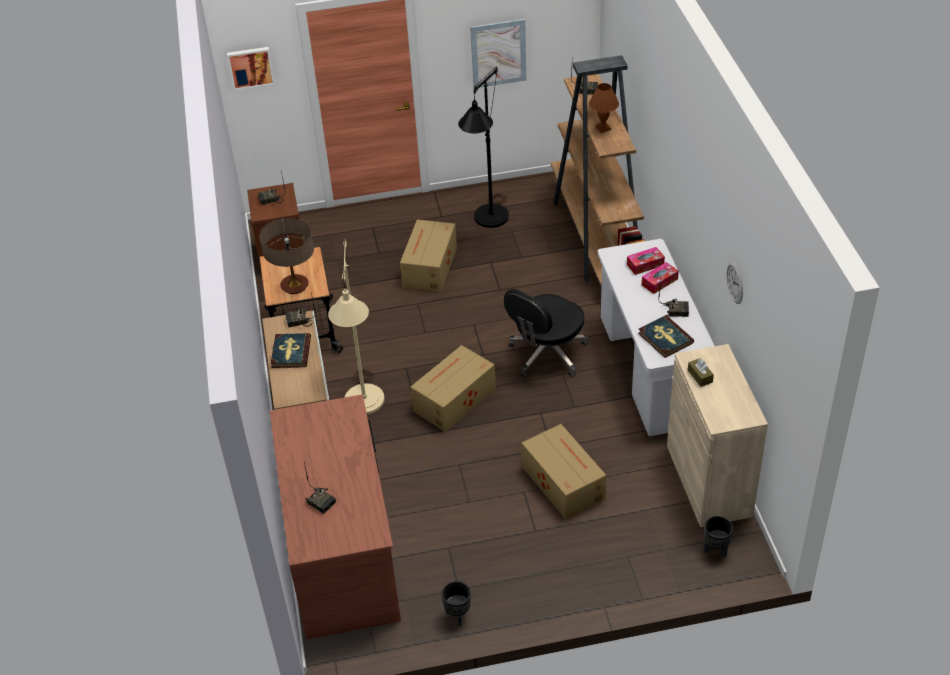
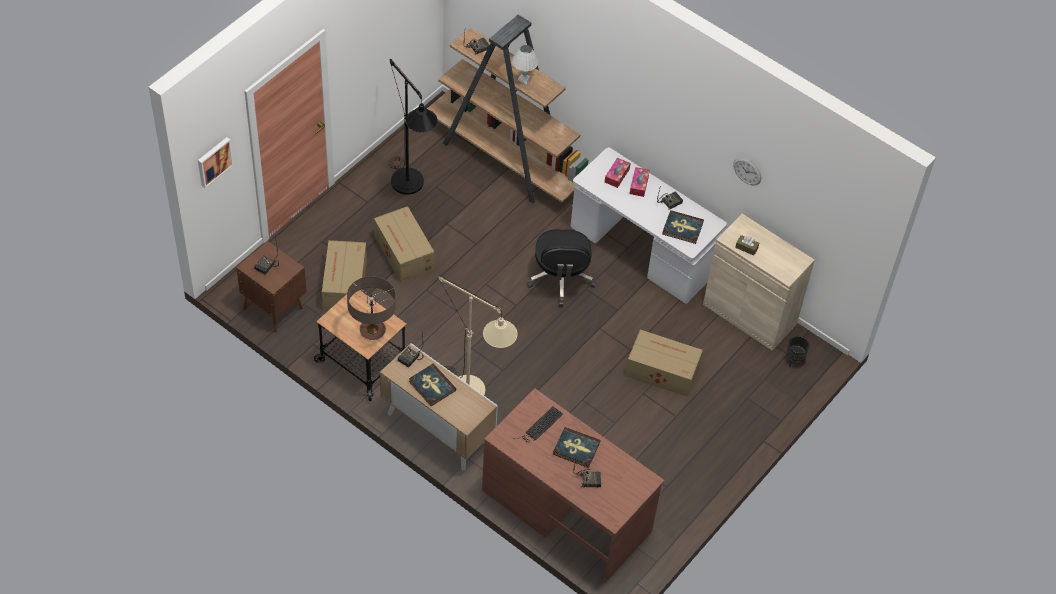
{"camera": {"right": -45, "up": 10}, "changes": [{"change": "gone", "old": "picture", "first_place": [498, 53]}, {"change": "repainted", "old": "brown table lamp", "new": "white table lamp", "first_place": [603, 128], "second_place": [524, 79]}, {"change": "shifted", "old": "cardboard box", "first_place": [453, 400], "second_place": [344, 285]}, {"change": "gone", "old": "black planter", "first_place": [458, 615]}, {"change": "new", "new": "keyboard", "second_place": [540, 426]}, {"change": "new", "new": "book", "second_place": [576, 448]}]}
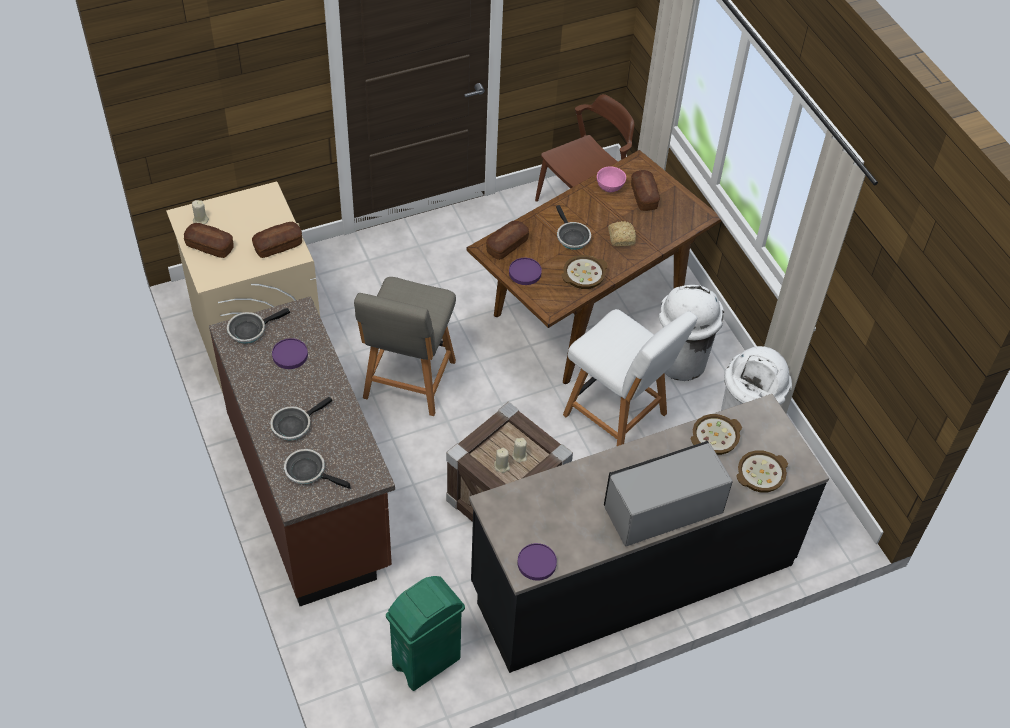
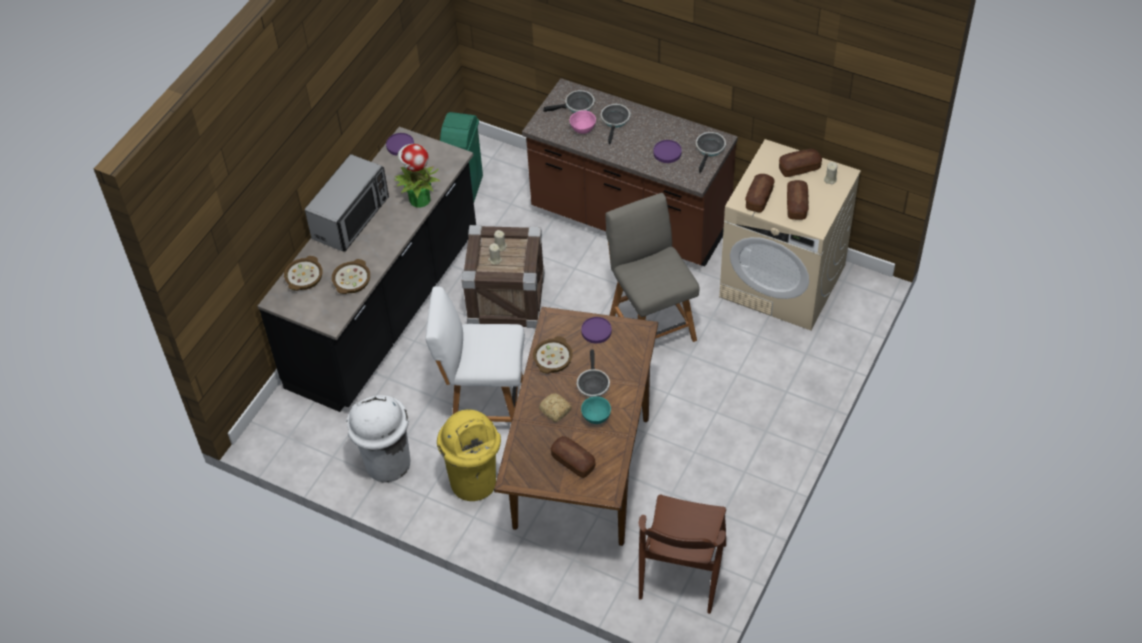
{"camera": {"right": 145, "up": 0}, "changes": [{"change": "shifted", "old": "pink bowl", "first_place": [610, 188], "second_place": [582, 129]}, {"change": "rotated", "old": "frying pan", "first_place": [571, 237], "second_place": [592, 384], "degrees": -120}, {"change": "shifted", "old": "bread", "first_place": [507, 246], "second_place": [796, 205]}, {"change": "repainted", "old": "white trash can", "new": "yellow trash can", "first_place": [680, 362], "second_place": [474, 482]}, {"change": "new", "new": "potted plant", "second_place": [419, 199]}, {"change": "new", "new": "turquoise bowl", "second_place": [596, 418]}]}
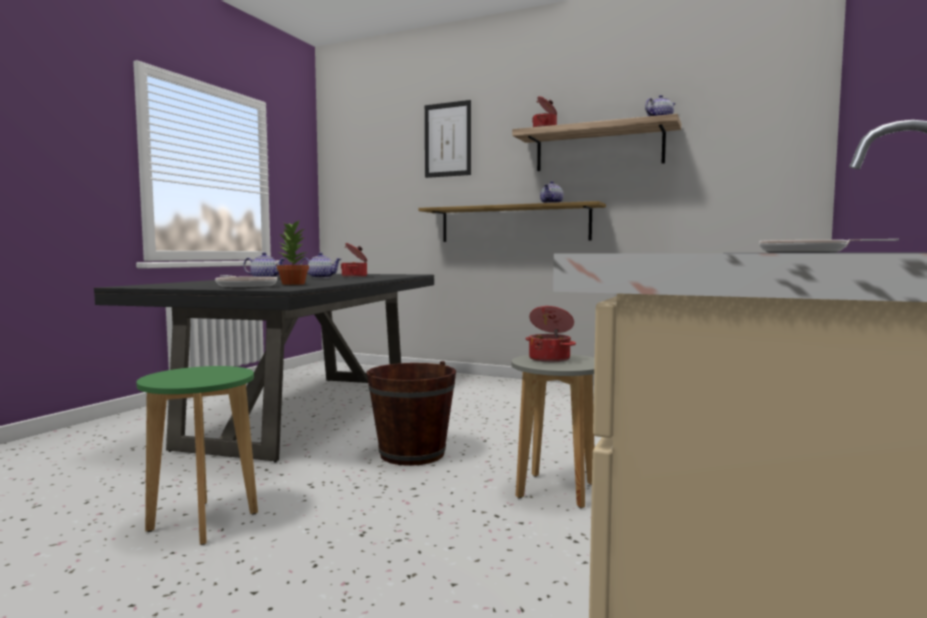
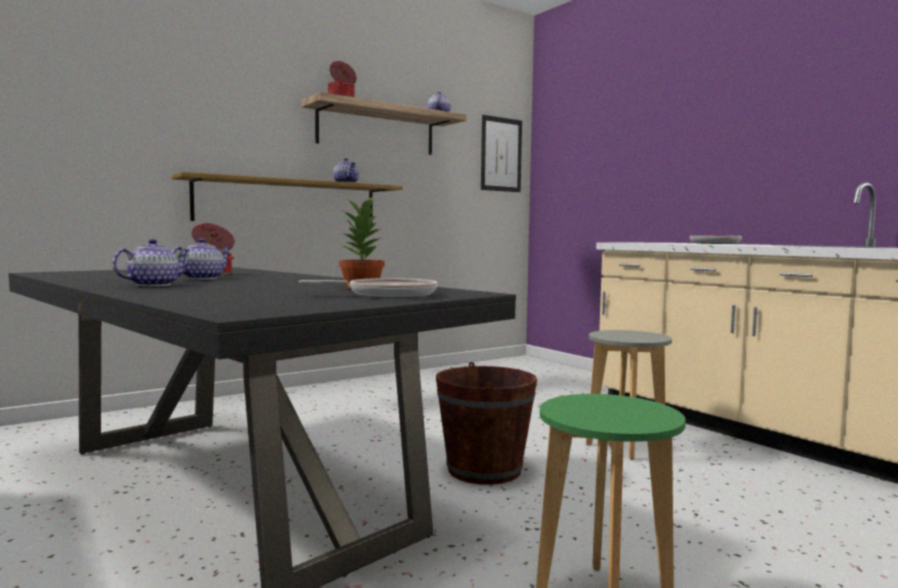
{"camera": {"right": -60, "up": 0}, "changes": [{"change": "shifted", "old": "picture", "first_place": [447, 139], "second_place": [501, 154]}, {"change": "gone", "old": "cooking pot", "first_place": [550, 359]}]}
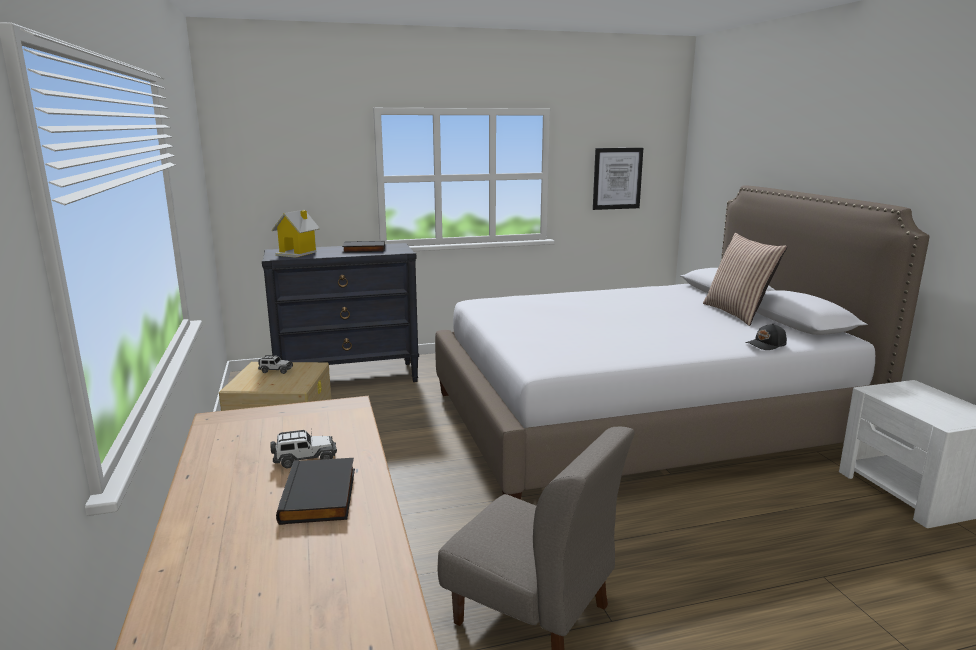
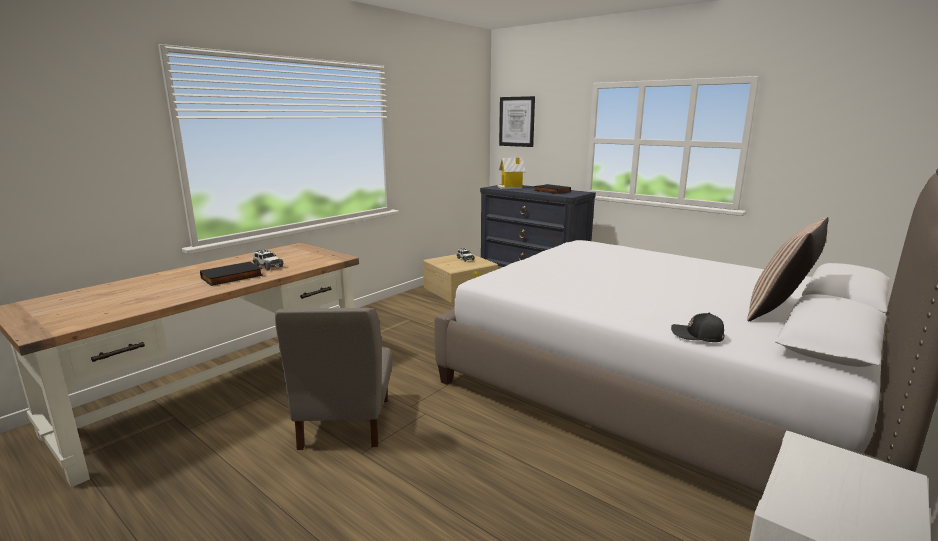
{"camera": {"right": 55, "up": 0}, "changes": [{"change": "shifted", "old": "picture", "first_place": [617, 178], "second_place": [517, 121]}]}
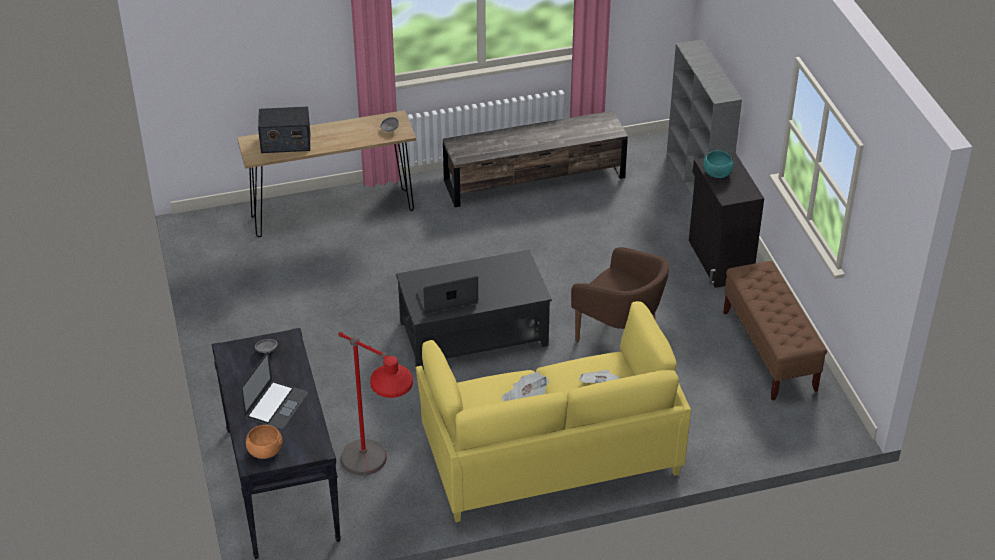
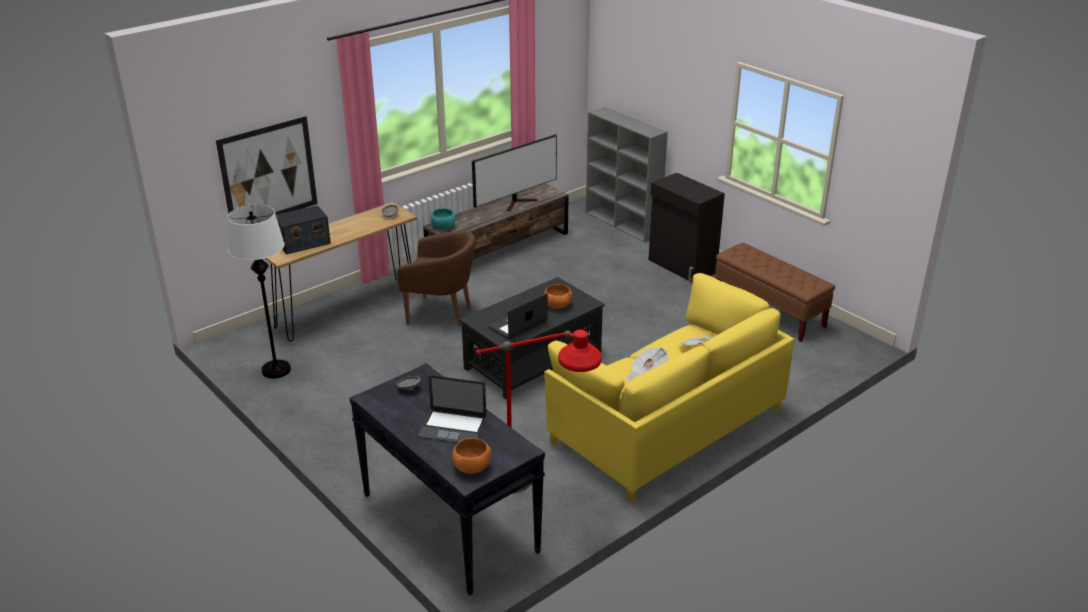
{"camera": {"right": -25, "up": -10}, "changes": [{"change": "shifted", "old": "turquoise bowl", "first_place": [717, 173], "second_place": [443, 226]}, {"change": "shifted", "old": "brown armchair", "first_place": [619, 338], "second_place": [441, 313]}, {"change": "rotated", "old": "laptop", "first_place": [276, 405], "second_place": [452, 427], "degrees": 105}, {"change": "new", "new": "picture", "second_place": [268, 173]}, {"change": "new", "new": "television", "second_place": [519, 203]}, {"change": "new", "new": "white floor lamp", "second_place": [276, 370]}, {"change": "new", "new": "orange bowl", "second_place": [558, 305]}]}
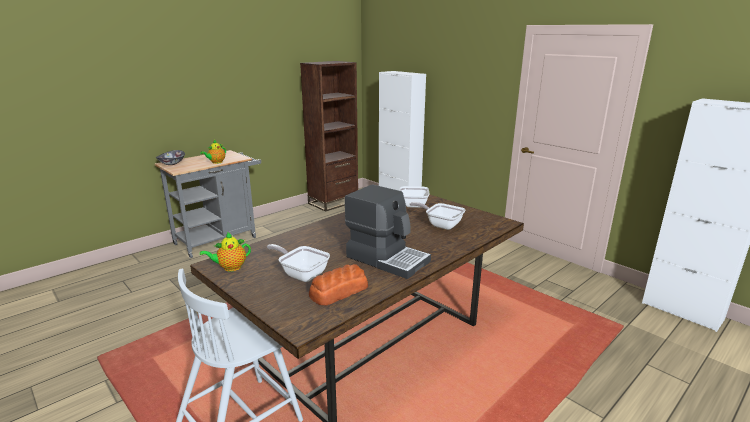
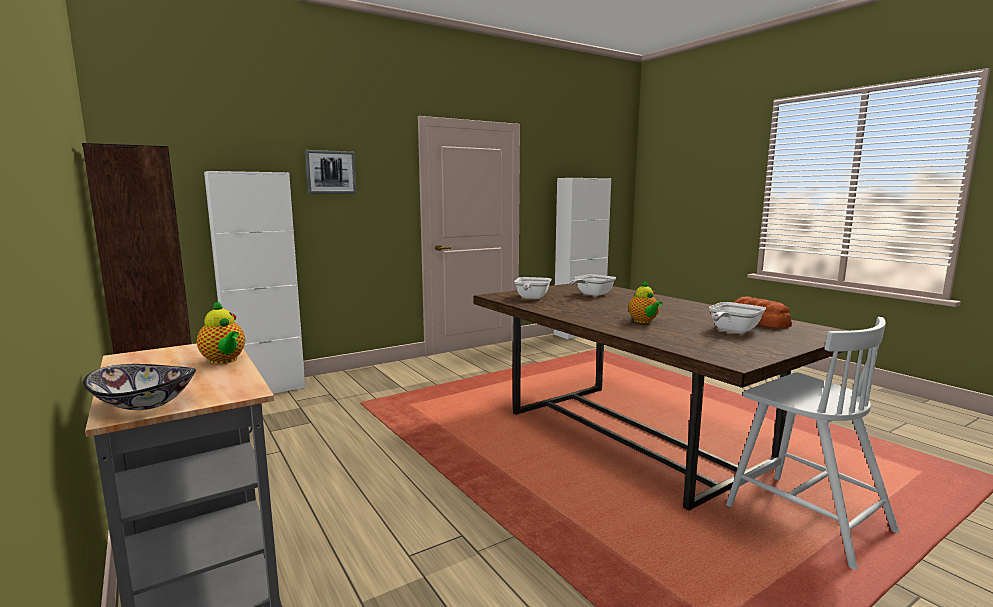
{"camera": {"right": -80, "up": -10}, "changes": [{"change": "gone", "old": "coffee machine", "first_place": [387, 258]}, {"change": "shifted", "old": "teapot", "first_place": [230, 268], "second_place": [644, 321]}, {"change": "new", "new": "picture", "second_place": [330, 172]}]}
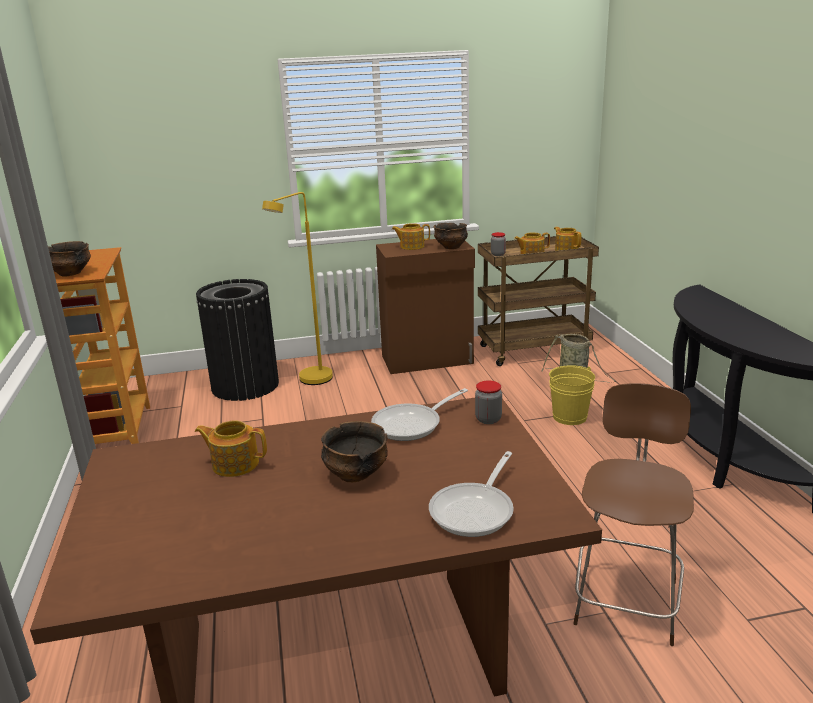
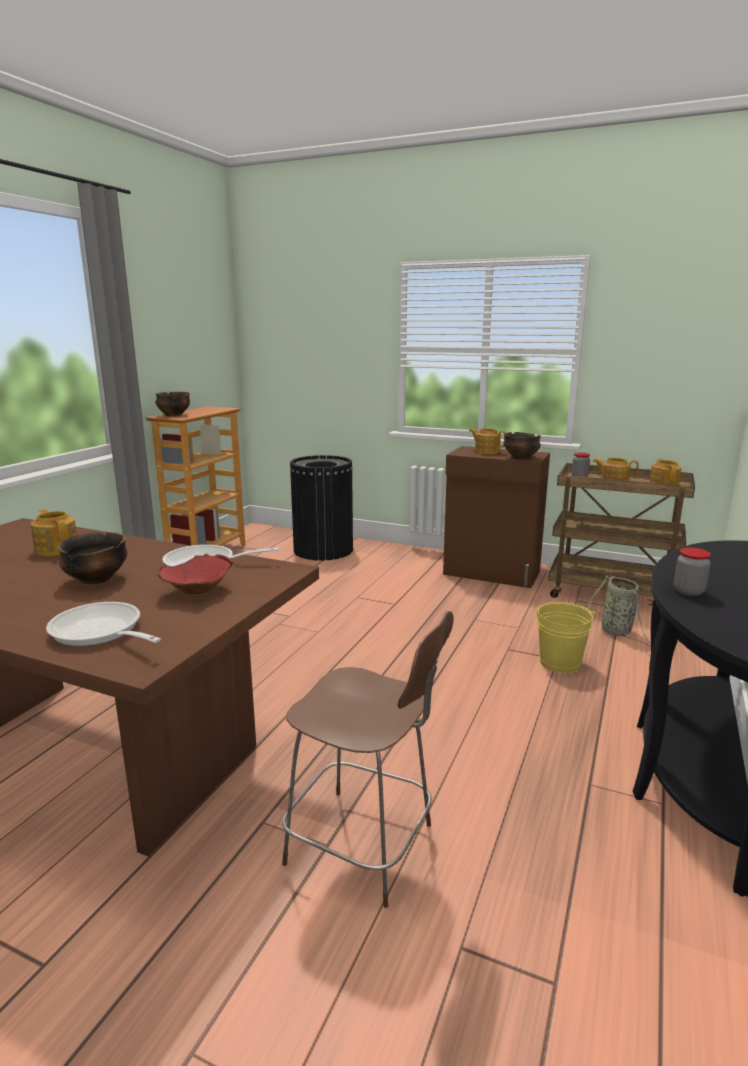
{"camera": {"right": 35, "up": -5}, "changes": [{"change": "gone", "old": "yellow floor lamp", "first_place": [310, 381]}, {"change": "shifted", "old": "jar", "first_place": [488, 419], "second_place": [688, 591]}, {"change": "rotated", "old": "brown chair", "first_place": [626, 599], "second_place": [364, 846], "degrees": 60}, {"change": "rotated", "old": "frying pan", "first_place": [475, 510], "second_place": [100, 632], "degrees": 60}, {"change": "new", "new": "red bowl", "second_place": [197, 591]}]}
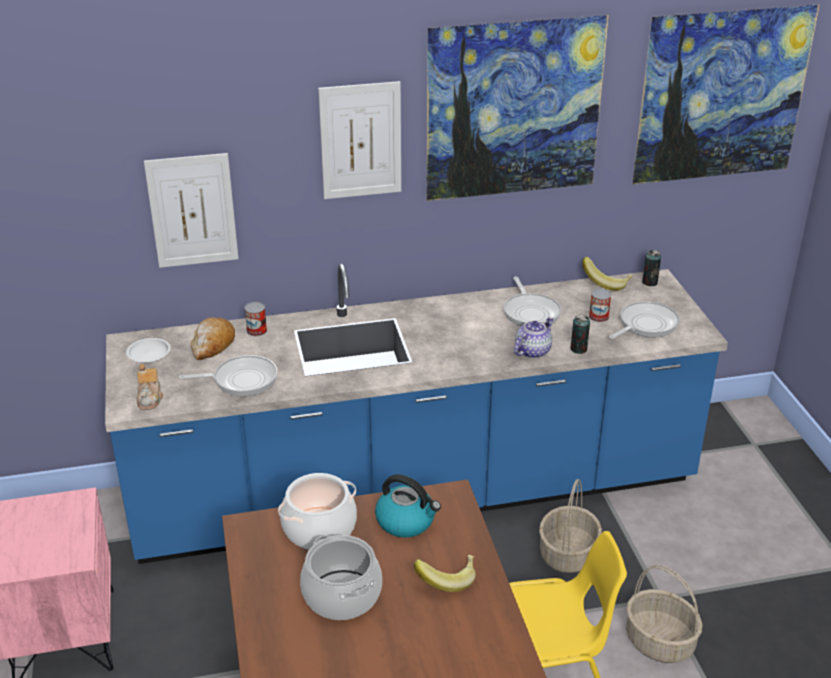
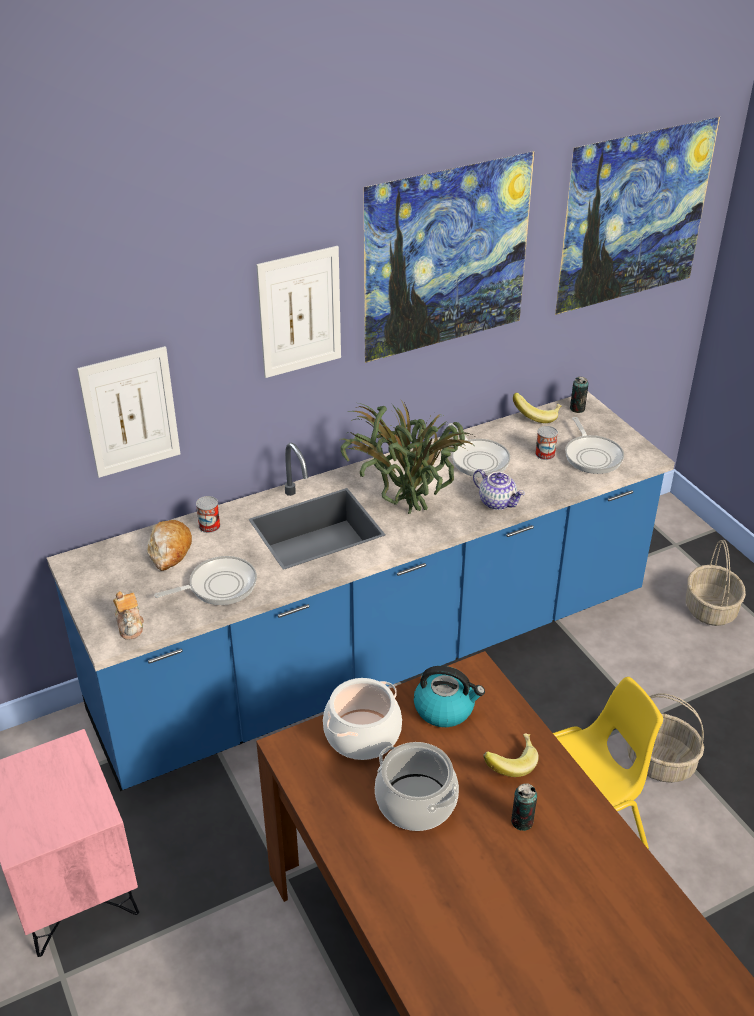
{"camera": {"right": -15, "up": 5}, "changes": [{"change": "rotated", "old": "frying pan", "first_place": [645, 325], "second_place": [592, 456], "degrees": 135}, {"change": "shifted", "old": "can", "first_place": [578, 349], "second_place": [522, 821]}, {"change": "rotated", "old": "teapot", "first_place": [532, 351], "second_place": [497, 502], "degrees": 105}, {"change": "gone", "old": "white plate", "first_place": [148, 353]}, {"change": "shifted", "old": "basket", "first_place": [568, 555], "second_place": [711, 610]}, {"change": "new", "new": "potted plant", "second_place": [406, 508]}]}
